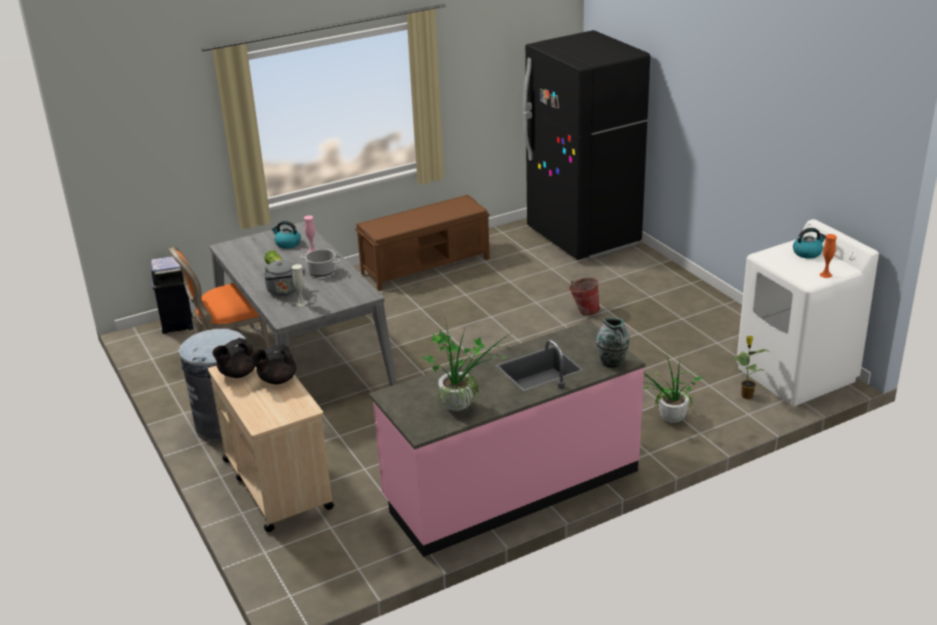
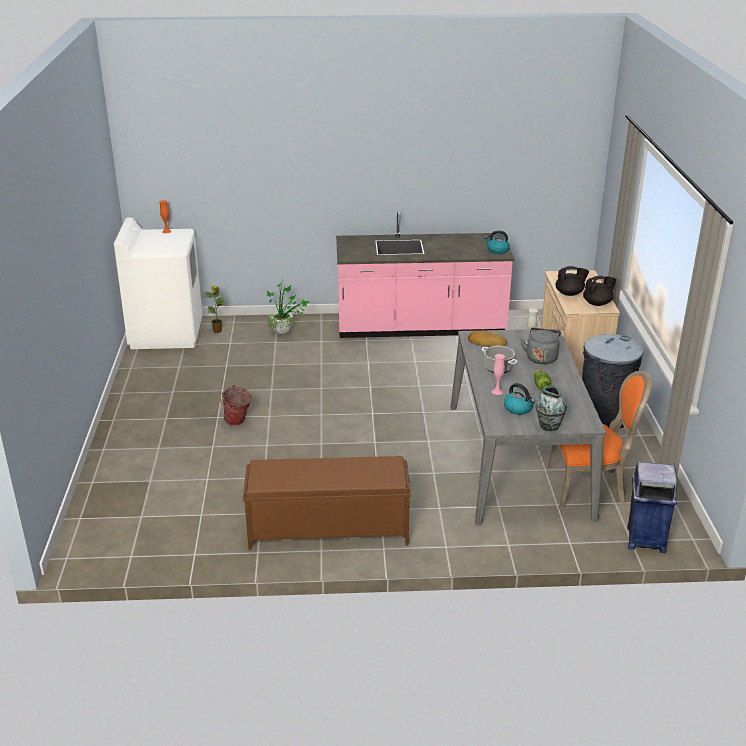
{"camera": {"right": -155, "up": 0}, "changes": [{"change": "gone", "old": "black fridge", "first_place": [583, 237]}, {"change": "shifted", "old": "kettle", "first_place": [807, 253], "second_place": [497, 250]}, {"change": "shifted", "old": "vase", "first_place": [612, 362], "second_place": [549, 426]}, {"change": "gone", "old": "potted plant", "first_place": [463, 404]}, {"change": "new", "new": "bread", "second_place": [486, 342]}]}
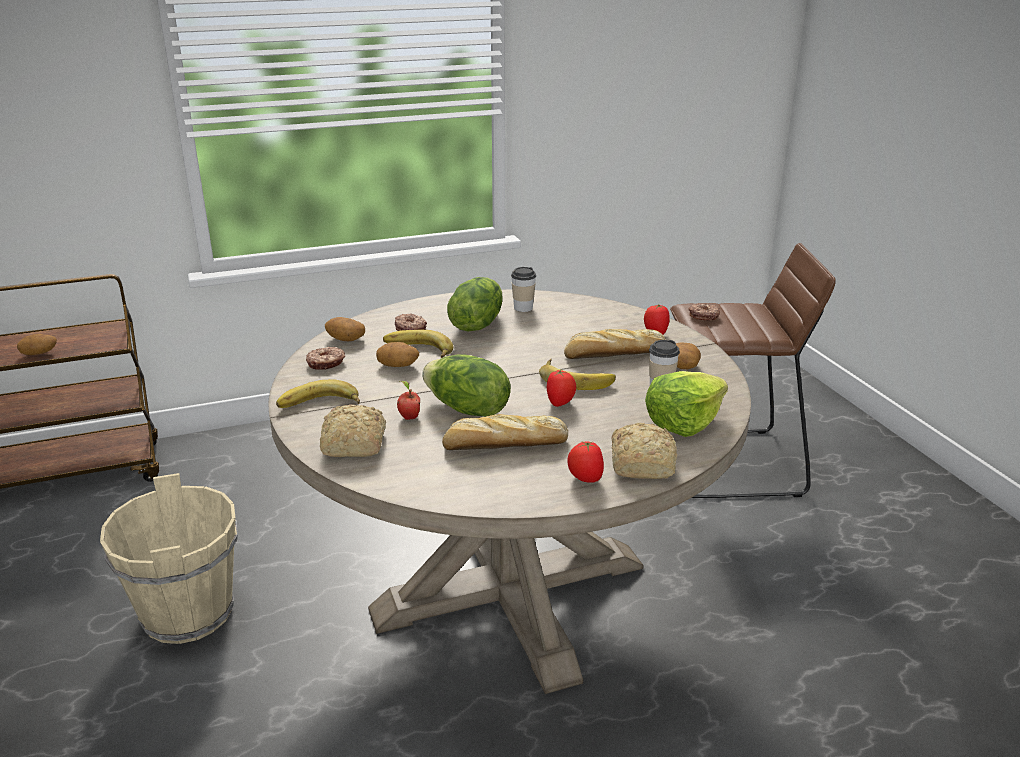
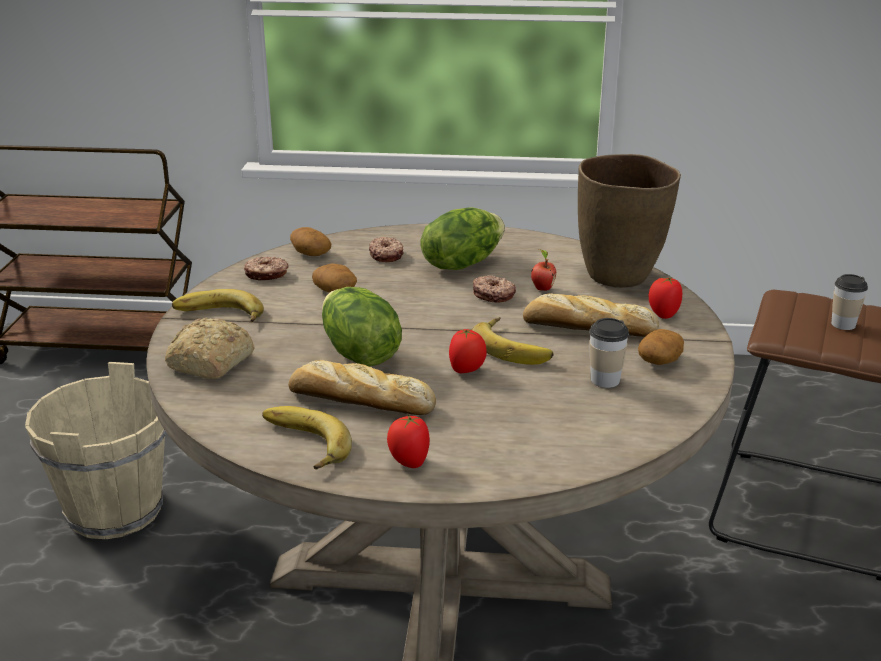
{"camera": {"right": 25, "up": 0}, "changes": [{"change": "shifted", "old": "cup", "first_place": [523, 308], "second_place": [843, 324]}, {"change": "shifted", "old": "donut", "first_place": [703, 316], "second_place": [493, 295]}, {"change": "shifted", "old": "banana", "first_place": [417, 350], "second_place": [301, 444]}, {"change": "gone", "old": "potato", "first_place": [39, 353]}, {"change": "gone", "old": "lettuce", "first_place": [683, 422]}, {"change": "shifted", "old": "apple", "first_place": [409, 417], "second_place": [542, 288]}, {"change": "gone", "old": "bread", "first_place": [643, 463]}, {"change": "new", "new": "brown vase", "second_place": [619, 276]}]}
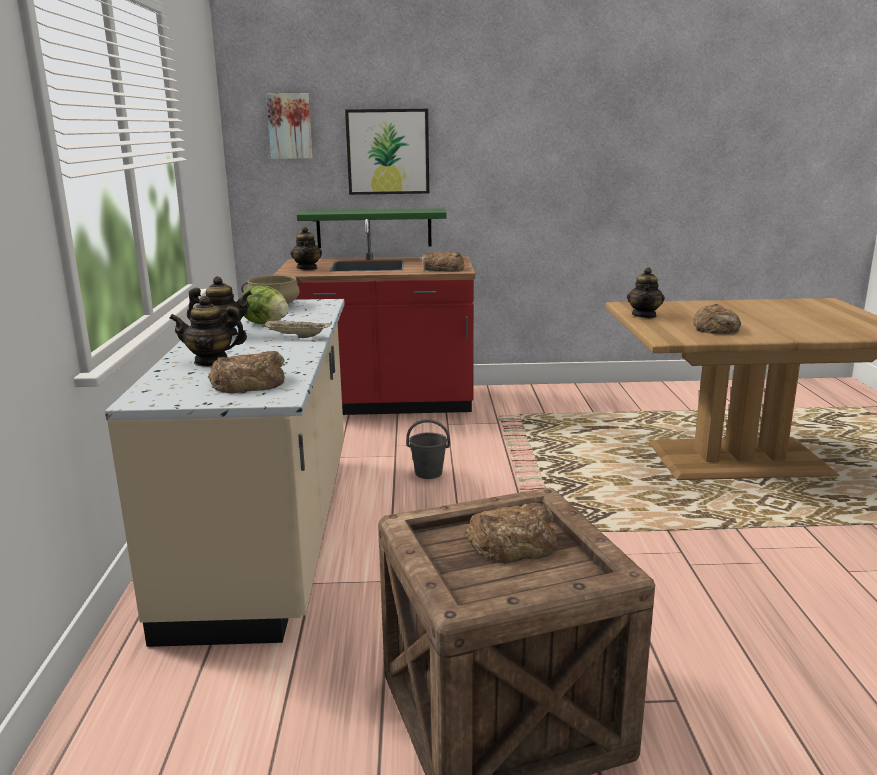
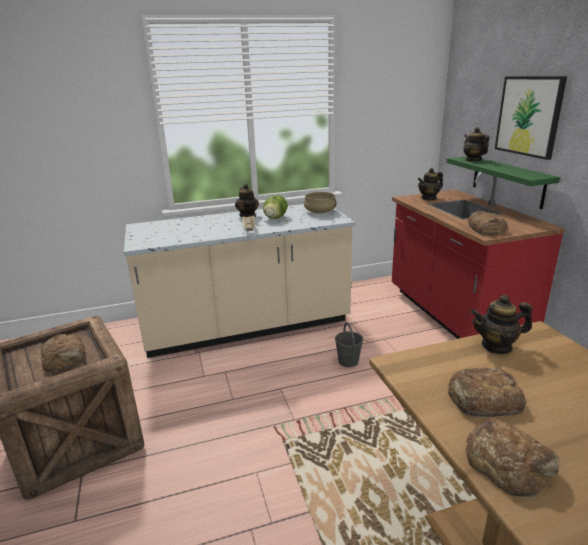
{"camera": {"right": 75, "up": 5}, "changes": [{"change": "gone", "old": "picture", "first_place": [290, 126]}, {"change": "shifted", "old": "teapot", "first_place": [211, 361], "second_place": [473, 160]}, {"change": "shifted", "old": "bread", "first_place": [249, 382], "second_place": [508, 463]}]}
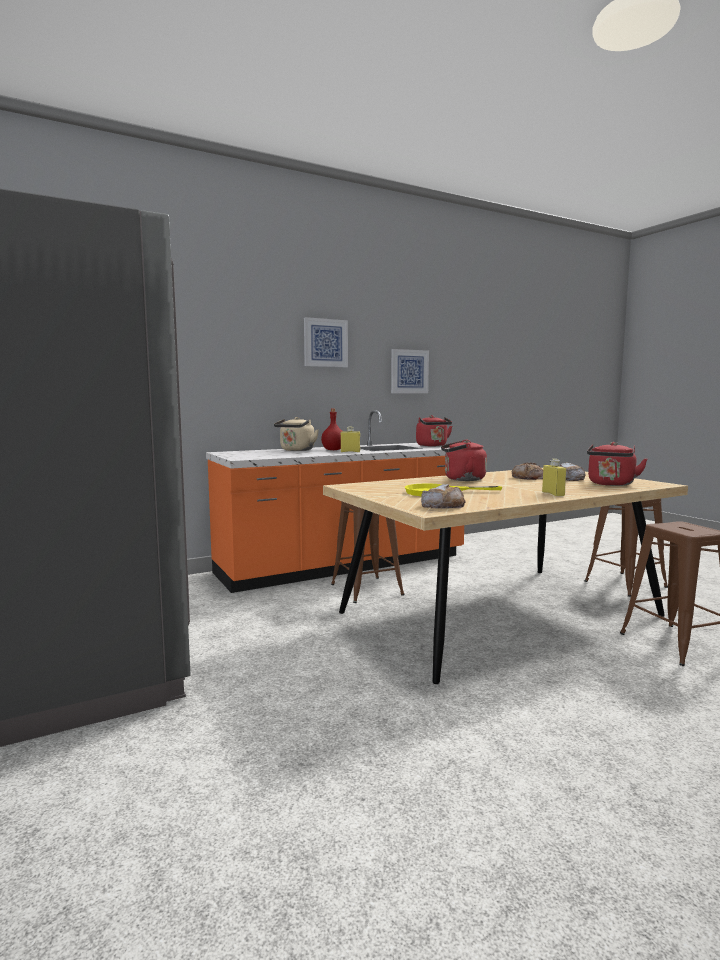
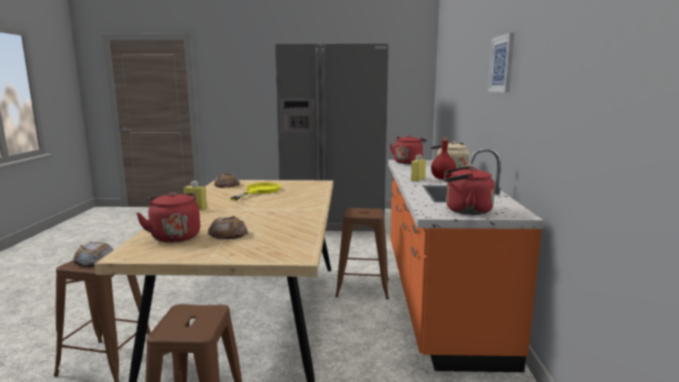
{"camera": {"right": 120, "up": 5}, "changes": [{"change": "gone", "old": "picture", "first_place": [409, 371]}, {"change": "shifted", "old": "red kettle", "first_place": [462, 479], "second_place": [408, 162]}, {"change": "shifted", "old": "bread", "first_place": [527, 477], "second_place": [94, 260]}]}
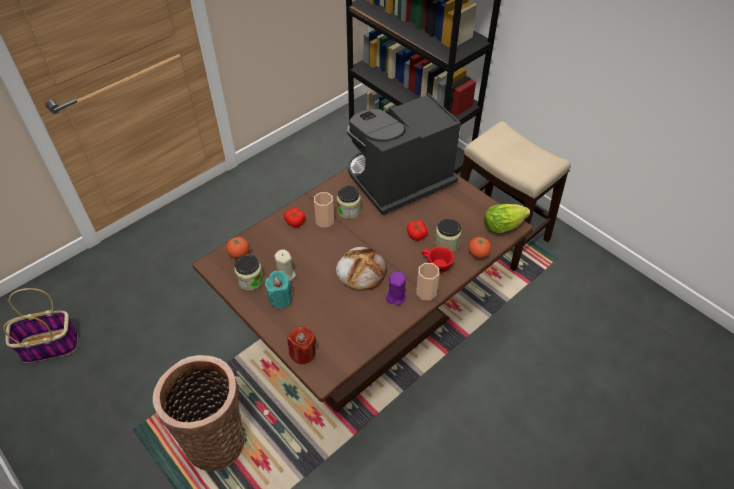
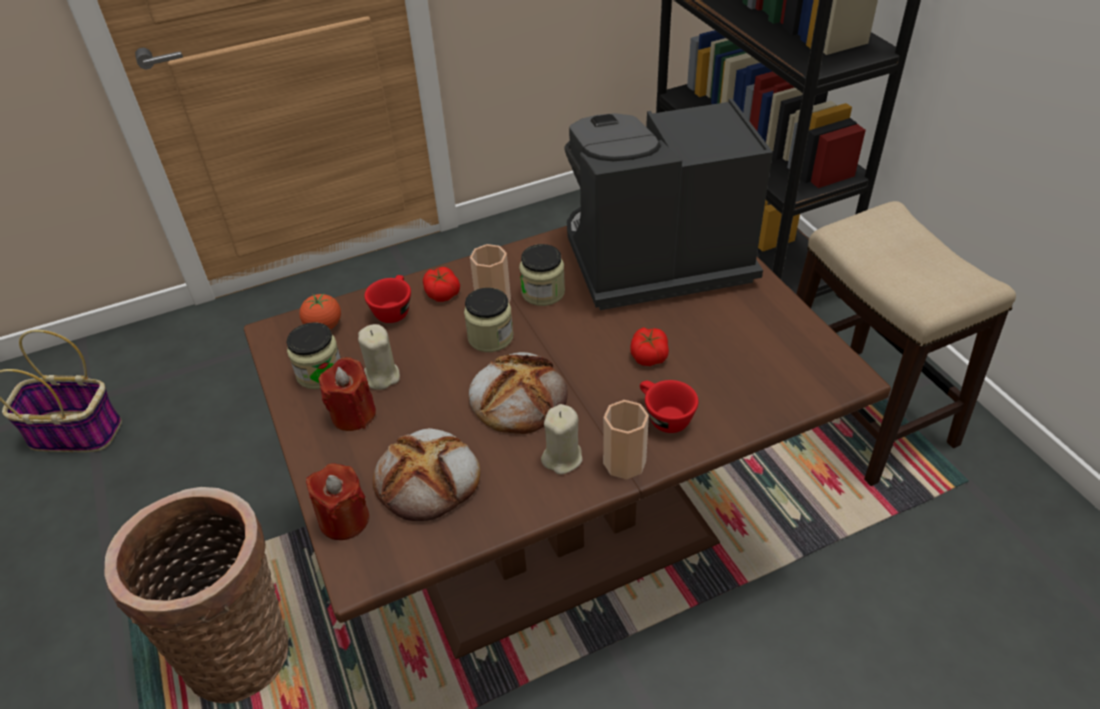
{"camera": {"right": 20, "up": -5}, "changes": [{"change": "gone", "old": "lettuce", "first_place": [505, 226]}, {"change": "shifted", "old": "jar", "first_place": [446, 243], "second_place": [490, 337]}, {"change": "gone", "old": "tomato", "first_place": [478, 254]}, {"change": "repainted", "old": "turquoise candle", "new": "red candle", "first_place": [280, 299], "second_place": [353, 414]}, {"change": "repainted", "old": "purple candle", "new": "beige candle", "first_place": [396, 296], "second_place": [562, 458]}, {"change": "new", "new": "red cup", "second_place": [393, 309]}, {"change": "new", "new": "bread", "second_place": [429, 479]}]}
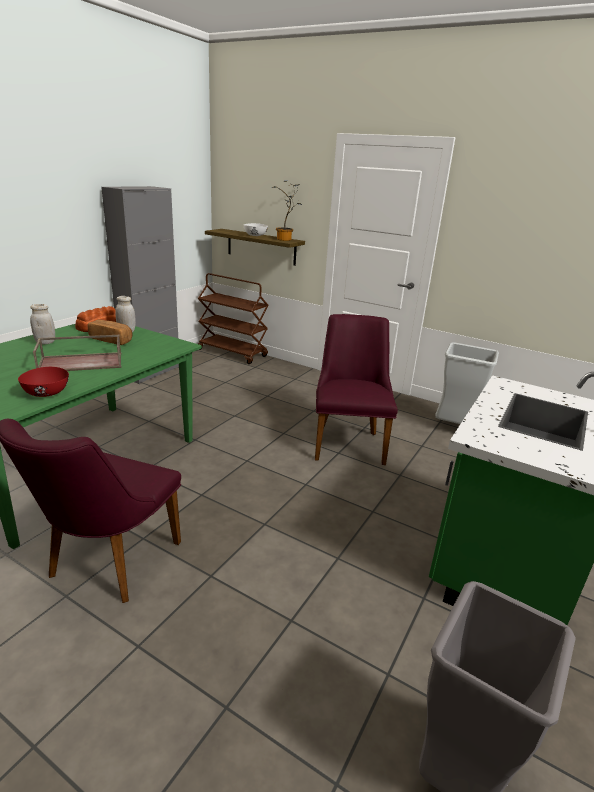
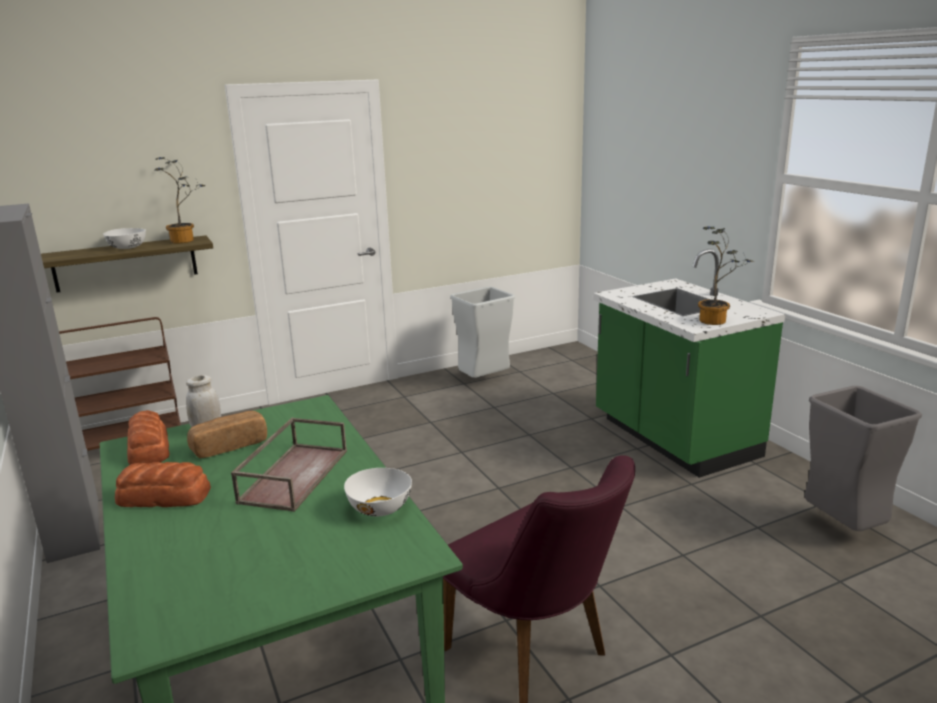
{"camera": {"right": -55, "up": -5}, "changes": [{"change": "swapped", "old": "white jar", "new": "bread", "first_place": [45, 342], "second_place": [165, 497]}, {"change": "gone", "old": "purple chair", "first_place": [348, 441]}, {"change": "repainted", "old": "red bowl", "new": "white bowl", "first_place": [47, 393], "second_place": [380, 508]}, {"change": "new", "new": "potted plant", "second_place": [716, 321]}]}
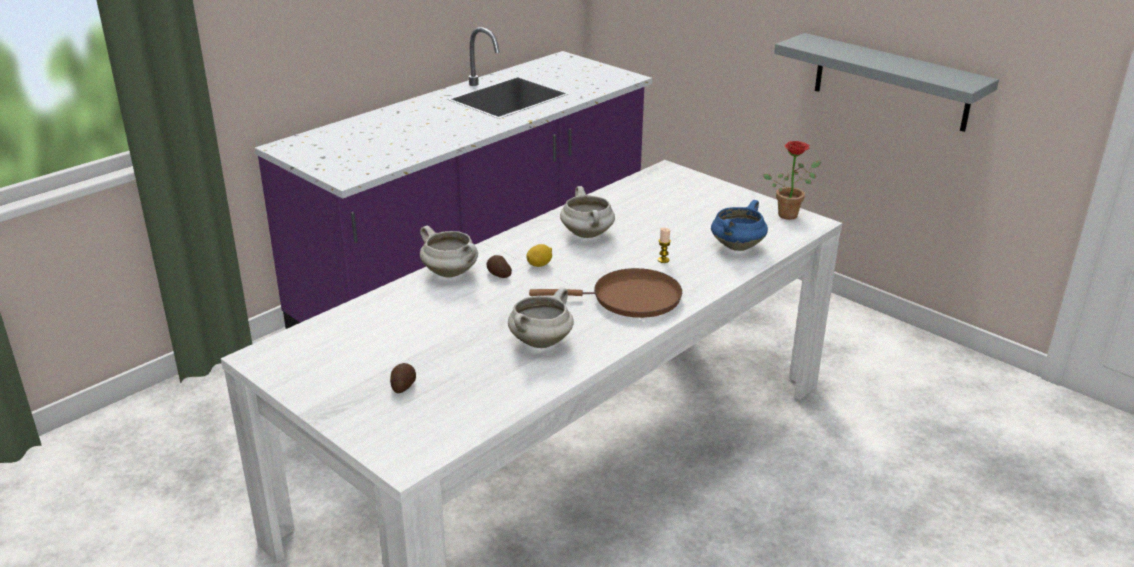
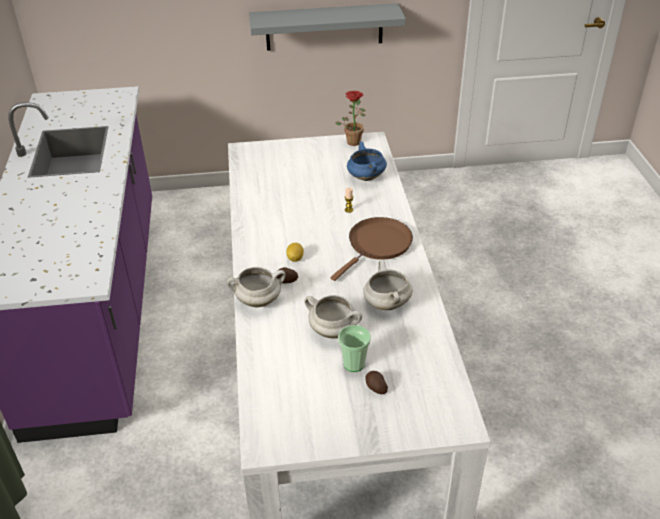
{"camera": {"right": -50, "up": 10}, "changes": [{"change": "shifted", "old": "white cooking pot", "first_place": [588, 235], "second_place": [334, 331]}, {"change": "new", "new": "cup", "second_place": [354, 364]}]}
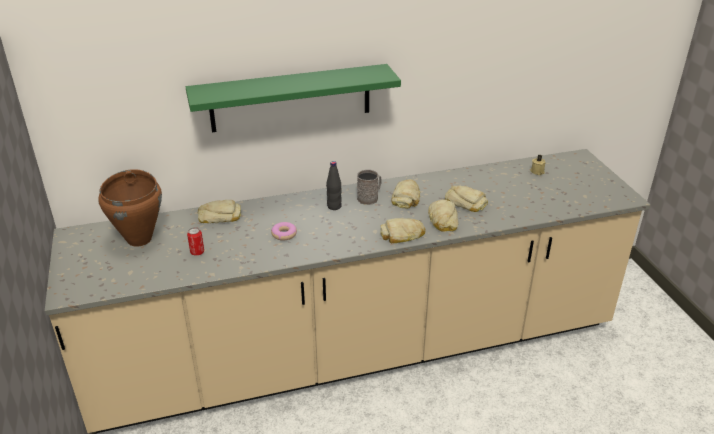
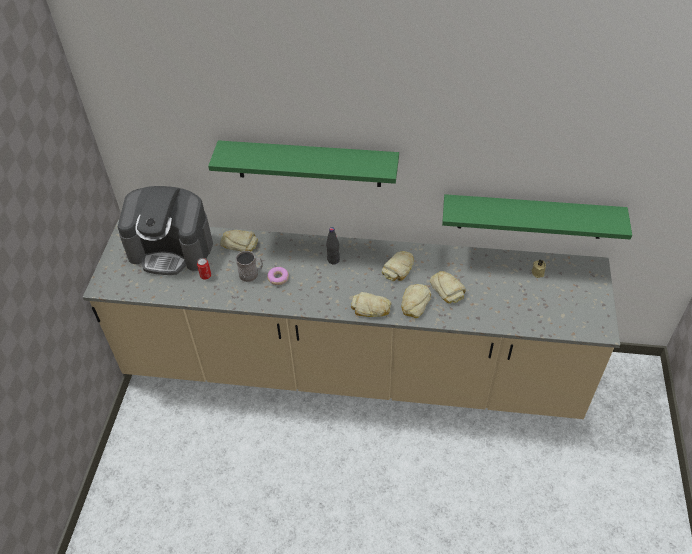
{"camera": {"right": 25, "up": 15}, "changes": [{"change": "swapped", "old": "brown cooking pot", "new": "coffee machine", "first_place": [140, 239], "second_place": [171, 249]}, {"change": "shifted", "old": "grey mug", "first_place": [370, 198], "second_place": [251, 274]}, {"change": "new", "new": "green shelf", "second_place": [531, 216]}]}
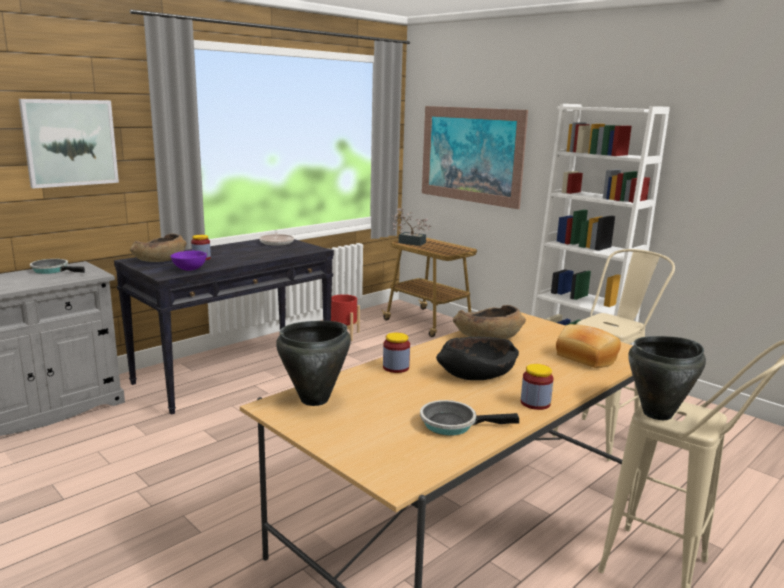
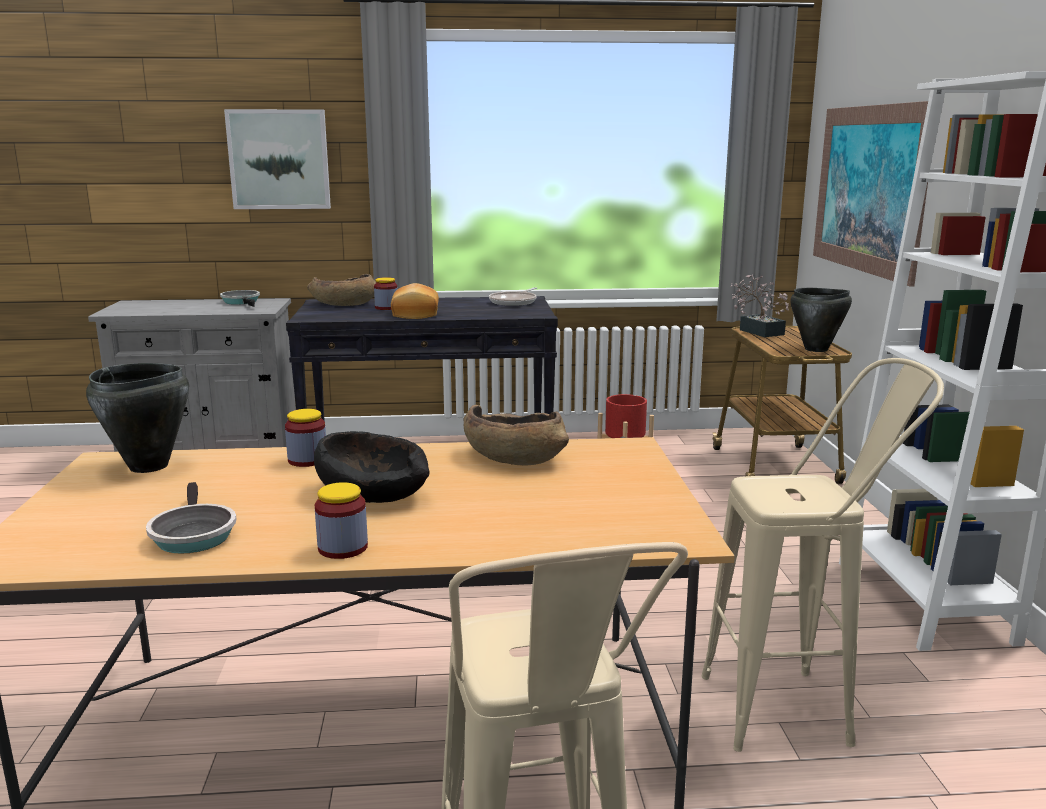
{"camera": {"right": 40, "up": 0}, "changes": [{"change": "gone", "old": "purple bowl", "first_place": [189, 270]}, {"change": "shifted", "old": "bread", "first_place": [585, 358], "second_place": [414, 314]}, {"change": "shifted", "old": "black cooking pot", "first_place": [658, 414], "second_place": [816, 349]}, {"change": "rotated", "old": "frying pan", "first_place": [453, 424], "second_place": [192, 534], "degrees": -150}]}
